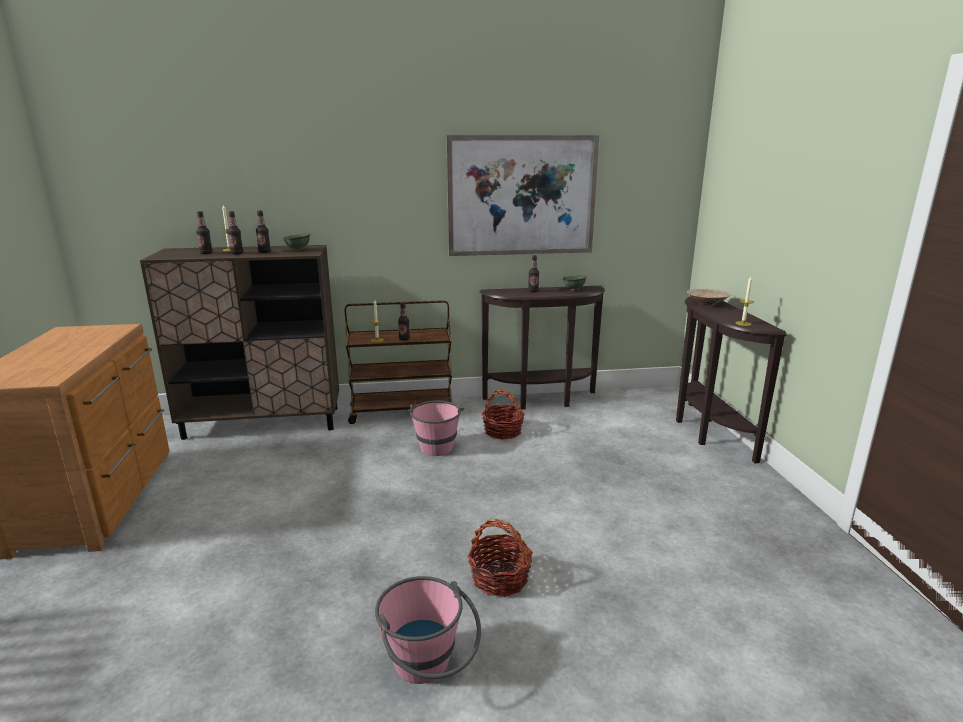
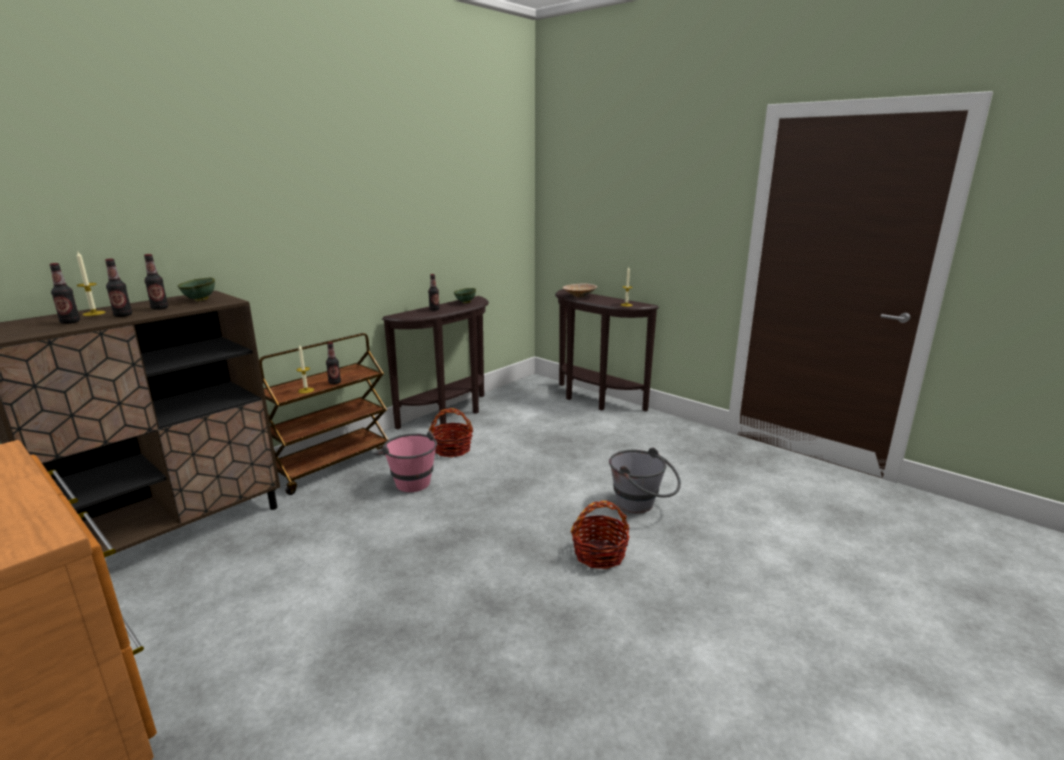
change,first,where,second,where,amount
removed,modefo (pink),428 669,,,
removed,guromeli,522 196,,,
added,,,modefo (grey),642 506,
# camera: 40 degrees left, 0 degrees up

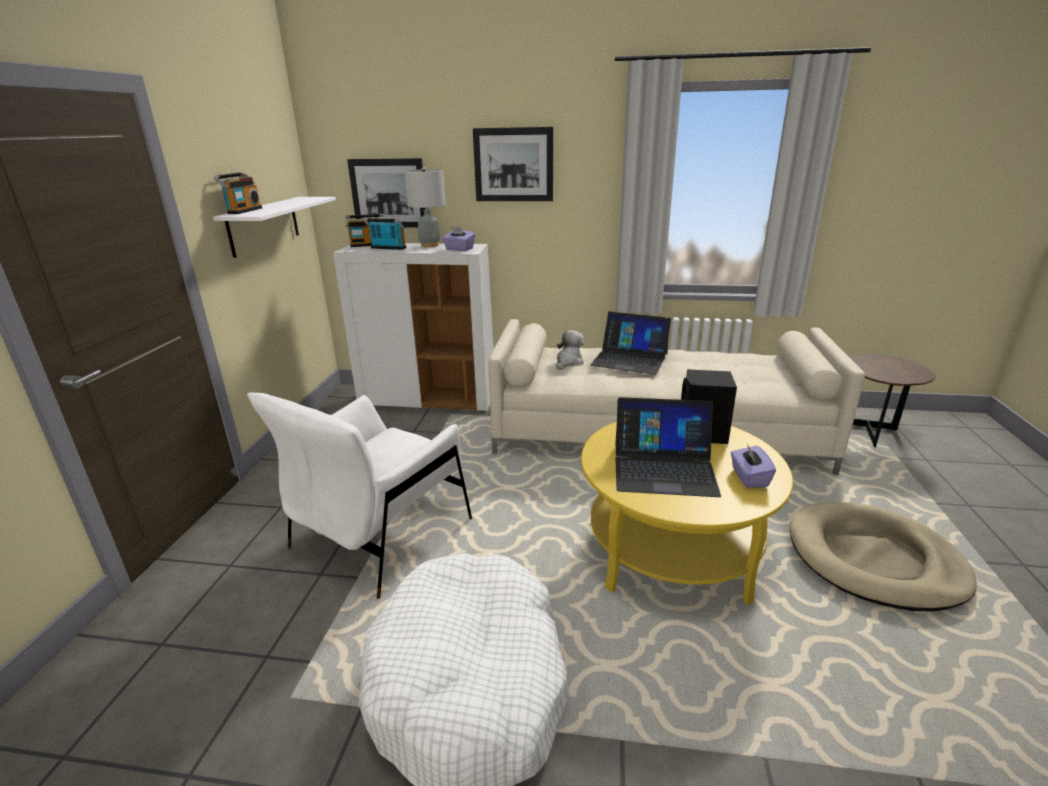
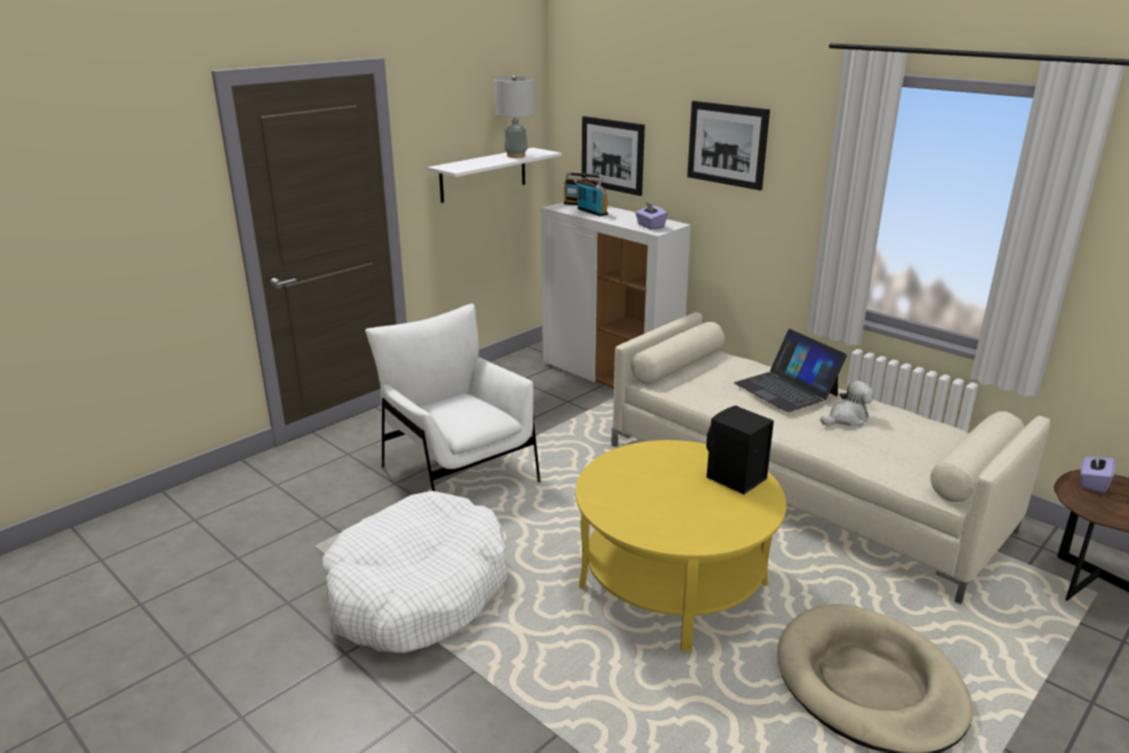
change,first,where,second,where,amount
removed,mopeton,243 211,,,
removed,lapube,663 468,,,
moved,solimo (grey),430 245,,516 156,
moved,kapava,568 362,,846 419,
moved,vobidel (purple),749 477,,1092 483,
turned,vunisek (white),381 534,,458 474,75 degrees clockwise
# camera: 35 degrees right, 0 degrees up

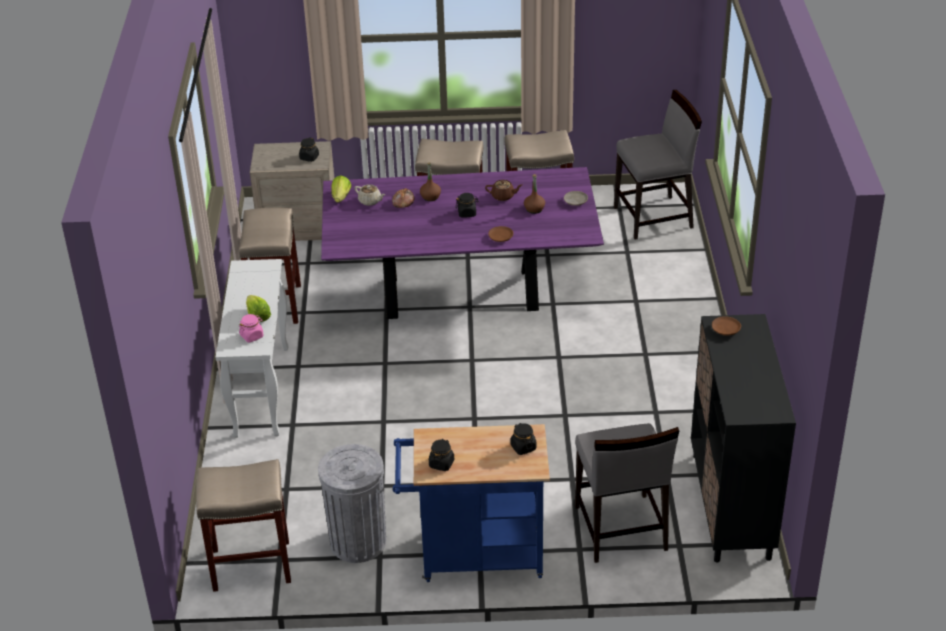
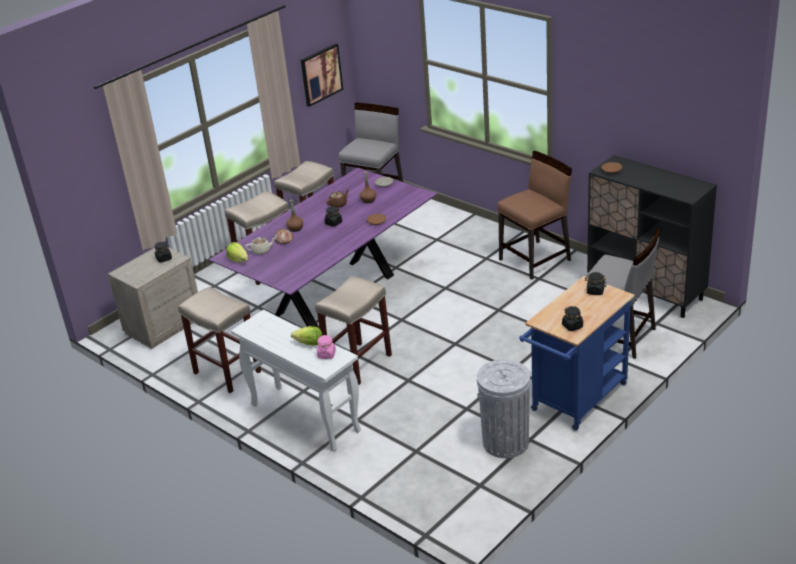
change,first,where,second,where,amount
added,,,guromeli,321 74,
added,,,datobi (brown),535 259,
moved,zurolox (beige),250 566,,358 364,
# camera: 45 degrees left, 5 degrees down

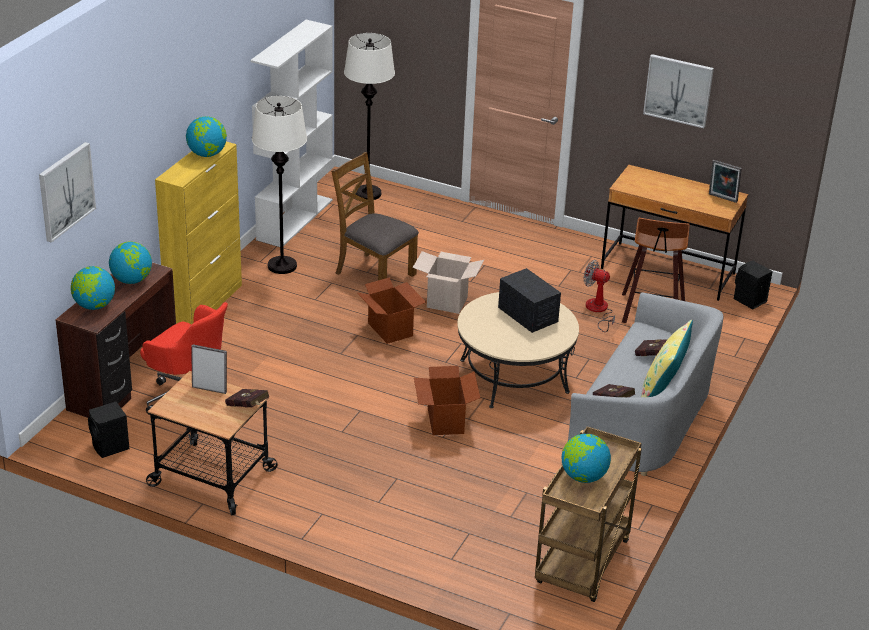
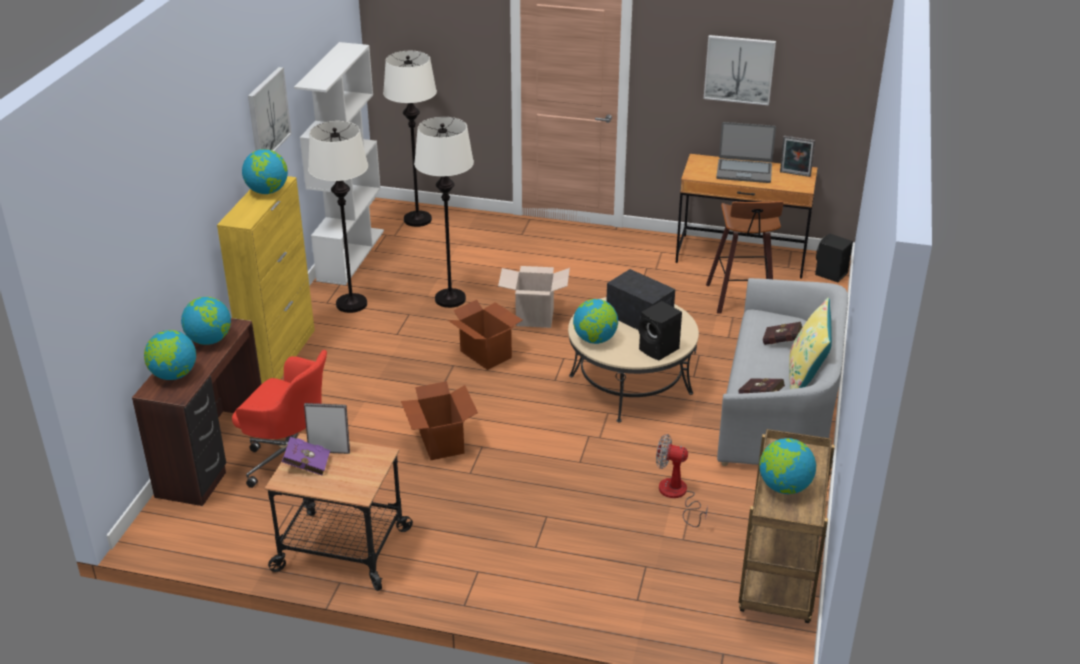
change,first,where,second,where,amount
removed,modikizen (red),248 407,,,
added,,,modikizen (purple),305 465,
added,,,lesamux,595 339,
added,,,lapube,744 171,
moved,guromeli,66 191,,268 115,
moved,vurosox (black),110 447,,659 350,
moved,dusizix,444 421,,440 443,
moved,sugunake,598 311,,677 495,
replaced,datobi (brown),374 273,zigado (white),450 299,
# camera: 10 degrees left, 0 degrees up

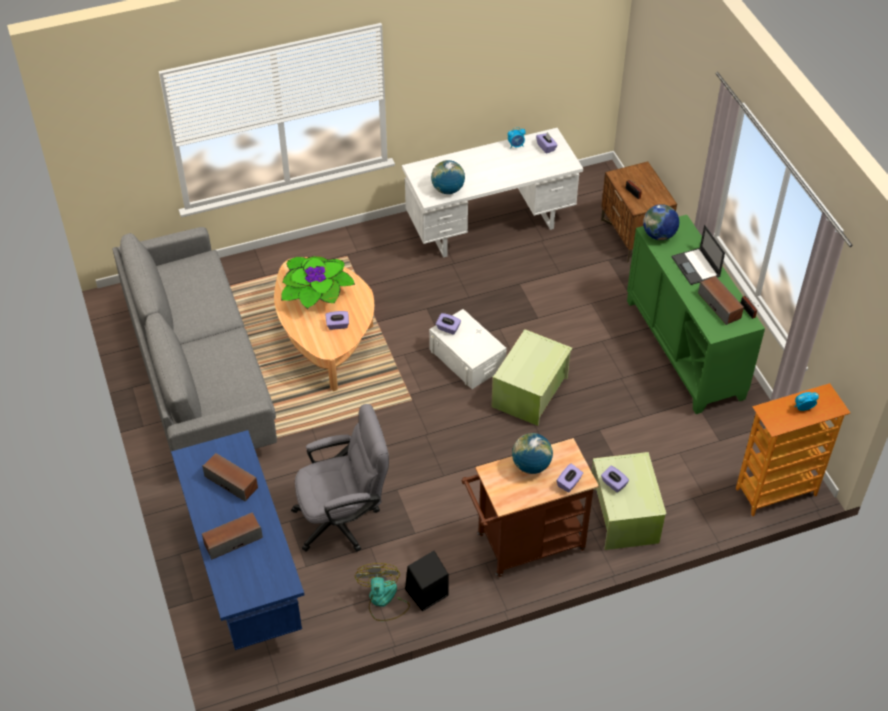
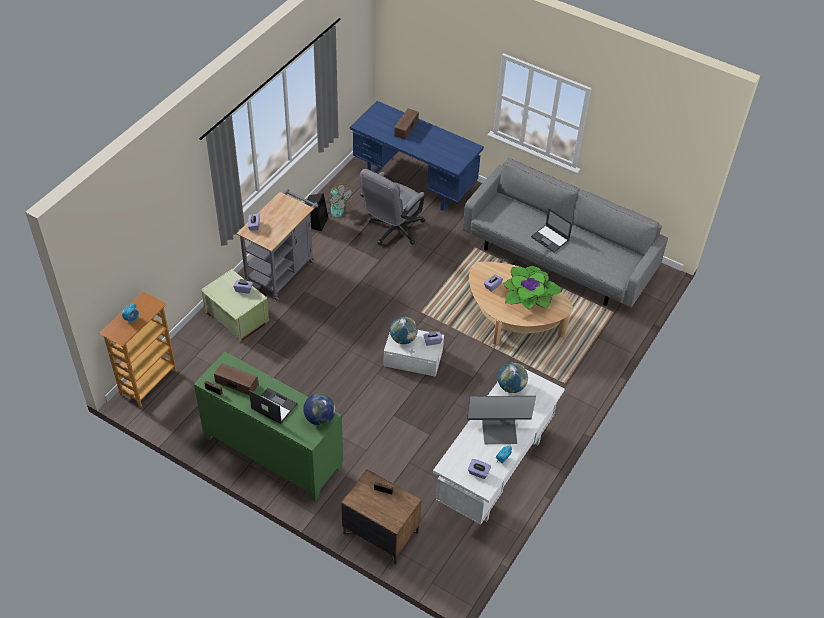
change,first,where,second,where,amount
removed,vurosox,231 482,,,
removed,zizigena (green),531 392,,,
added,,,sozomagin,499 430,
added,,,lapube,550 239,
moved,lesamux,531 465,,403 339,
recoloured,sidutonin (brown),524 545,sidutonin (grey),282 270,
# camera: 140 degrees right, 0 degrees up

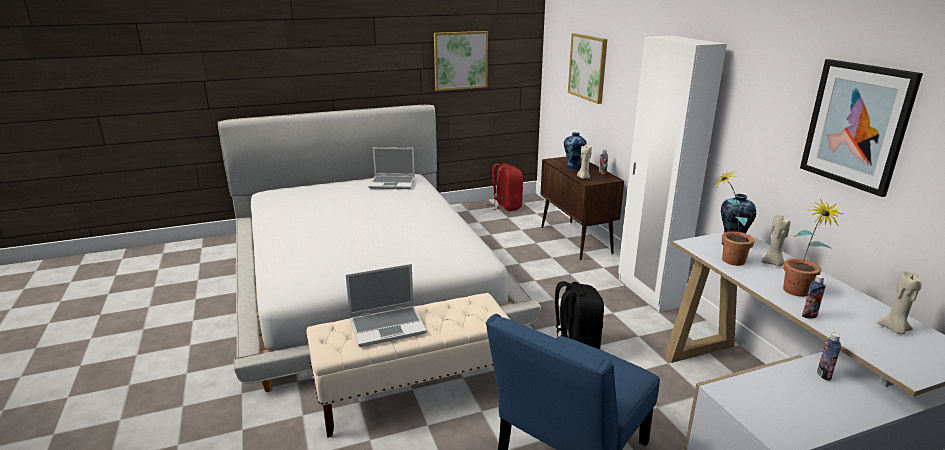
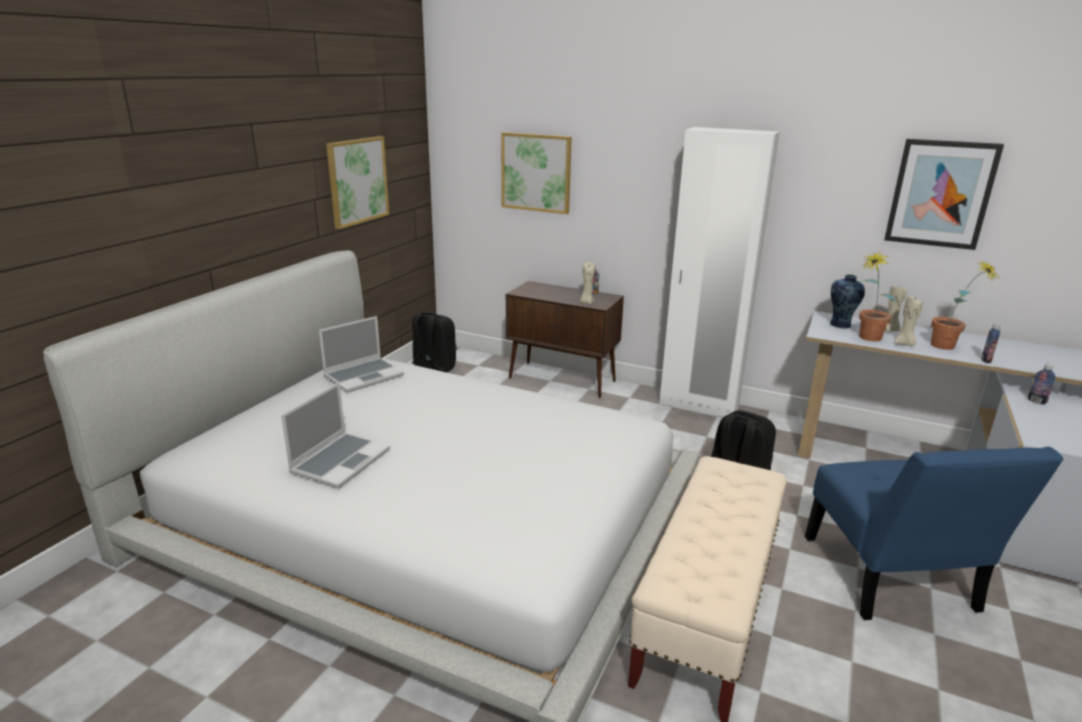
change,first,where,second,where,amount
removed,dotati,573 167,,,
moved,lapube,388 326,,340 460,
moved,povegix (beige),894 329,,904 344,
recoloured,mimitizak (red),506 206,mimitizak (black),433 368,
# camera: 45 degrees left, 0 degrees up

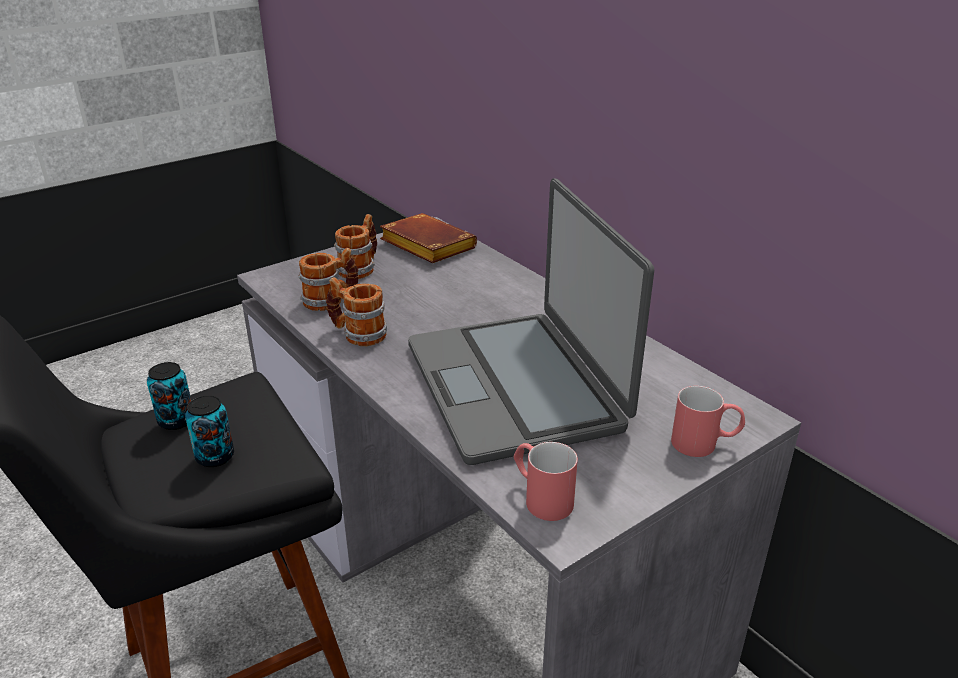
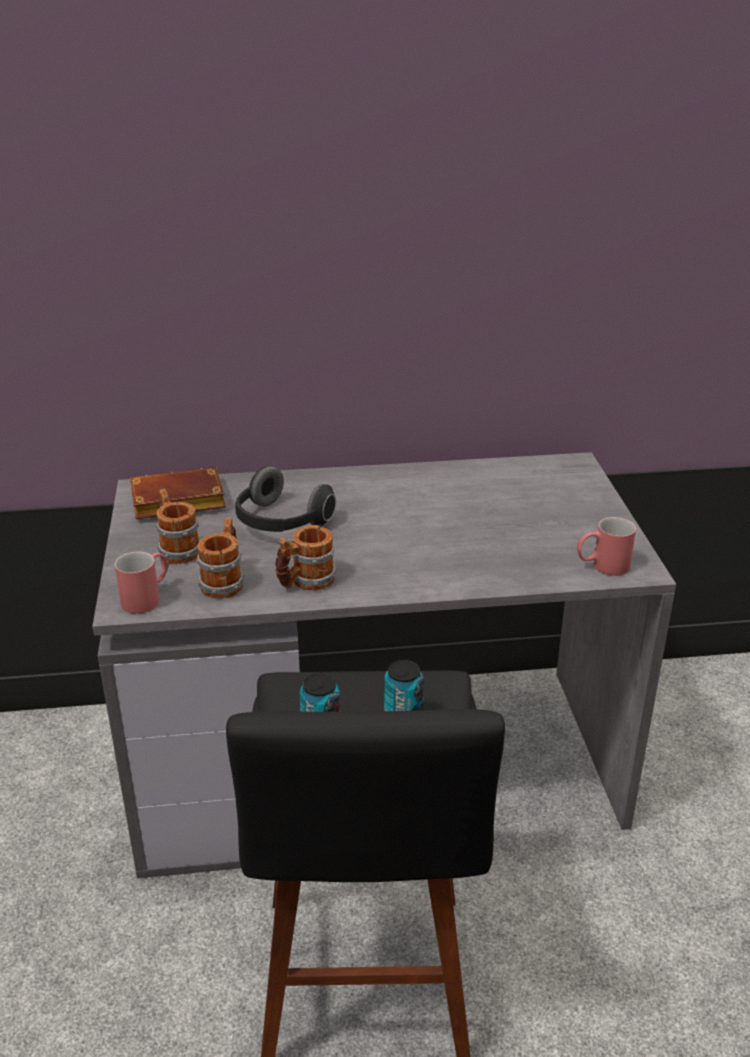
change,first,where,second,where,amount
removed,lapube,516 385,,,
added,,,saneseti,280 523,
moved,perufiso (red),705 444,,147 597,
# camera: 60 degrees left, 0 degrees up

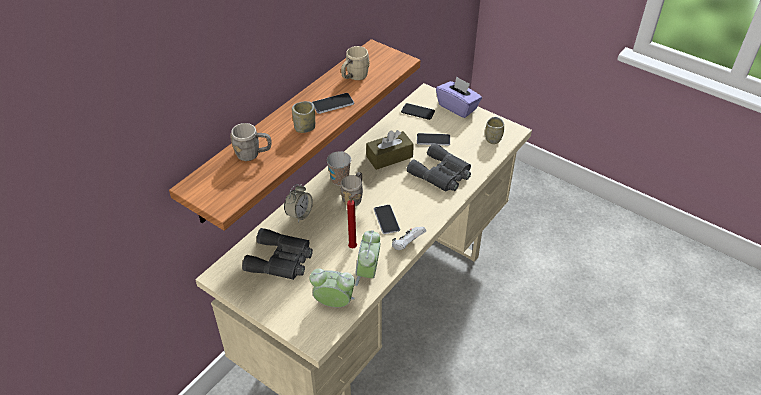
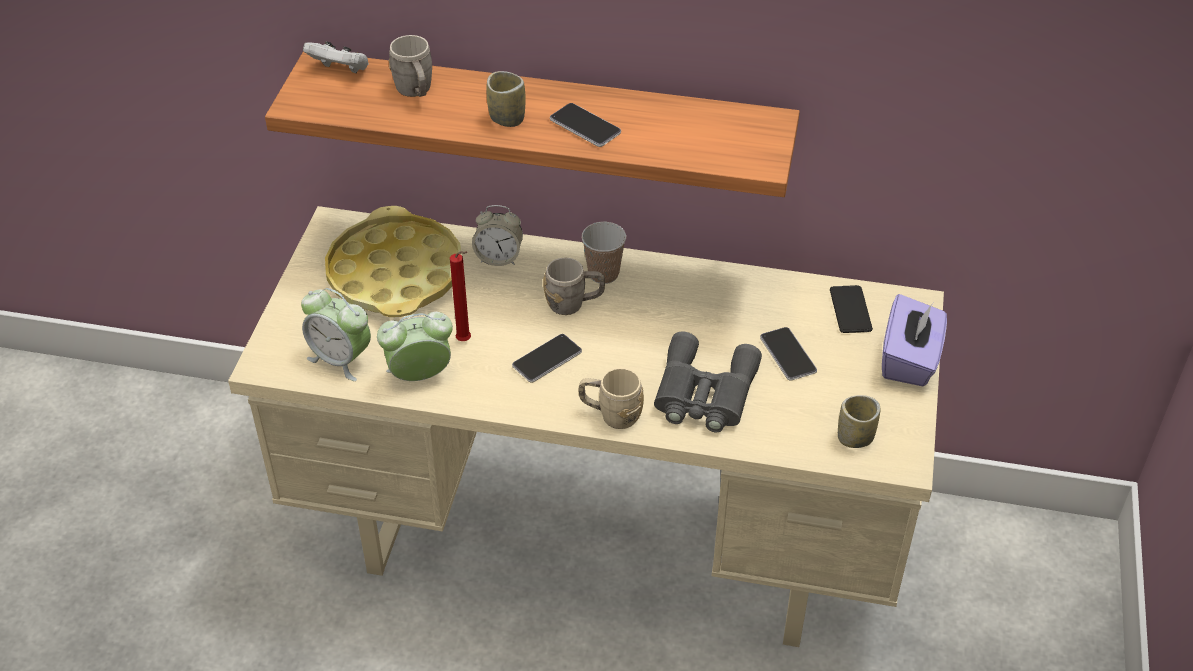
change,first,where,second,where,amount
removed,vobidel (brown),389 157,,,
moved,perufiso (beige),354 77,,611 414,
moved,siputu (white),407 245,,340 71,
replaced,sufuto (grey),281 260,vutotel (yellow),395 274,
turned,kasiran,334 303,,341 359,135 degrees clockwise
# camera: 65 degrees right, 0 degrees up

